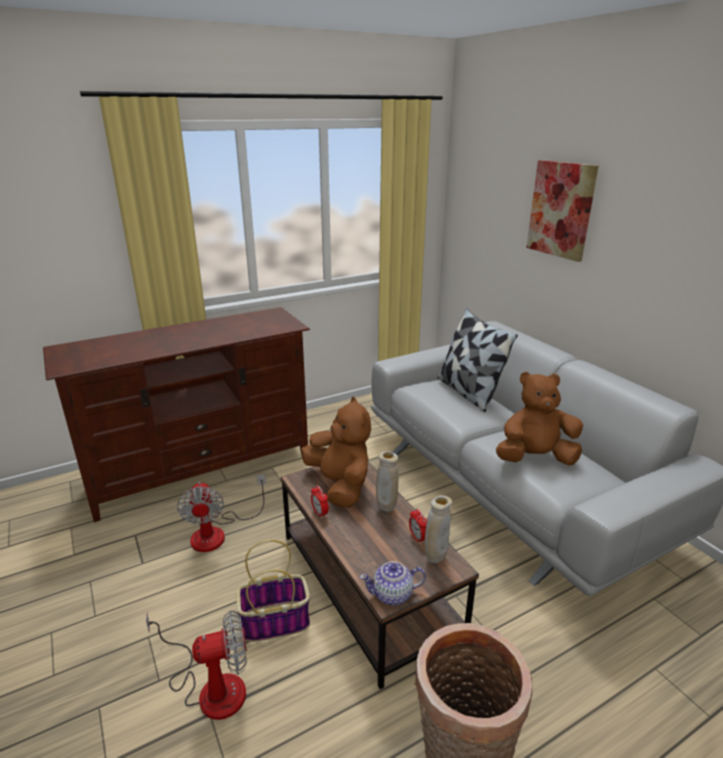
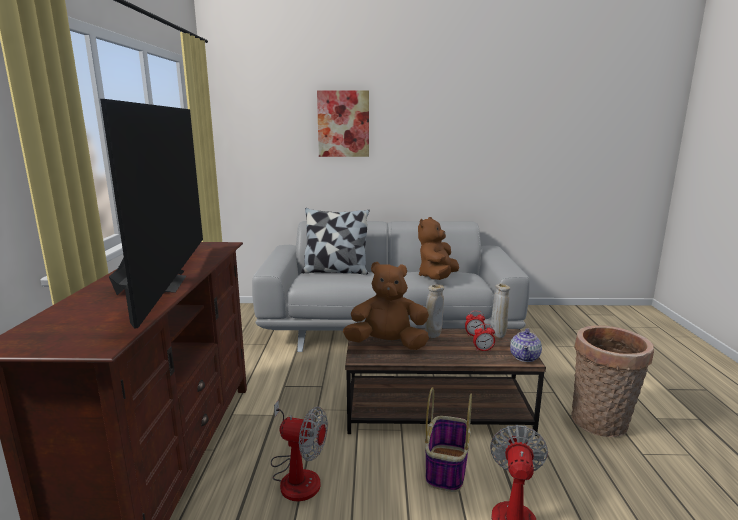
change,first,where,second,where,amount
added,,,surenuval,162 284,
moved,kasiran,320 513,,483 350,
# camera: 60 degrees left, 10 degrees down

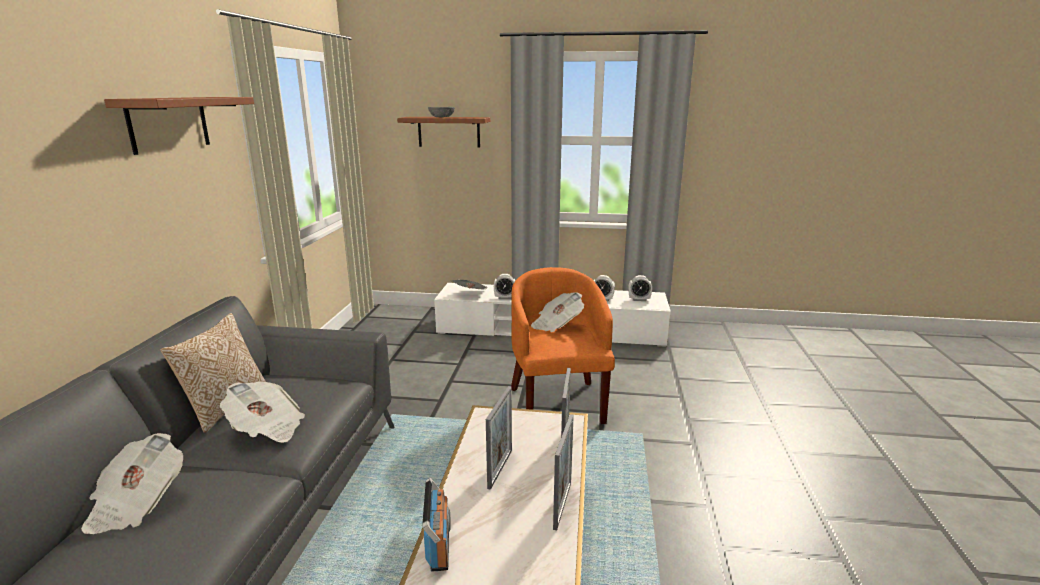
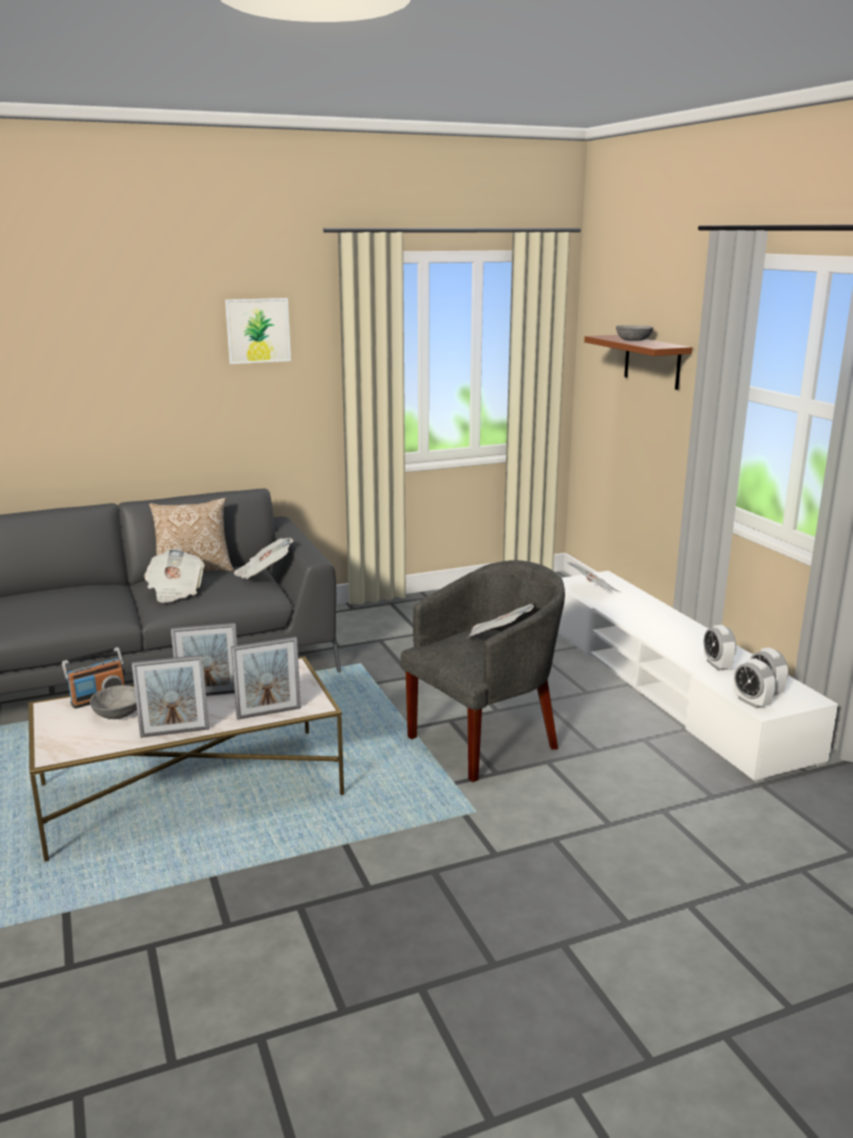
change,first,where,second,where,amount
added,,,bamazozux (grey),117 713,
moved,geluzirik,137 503,,263 573,
moved,kasiran,505 298,,751 702,
replaced,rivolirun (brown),169 123,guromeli,258 330,
recoloured,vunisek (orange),557 402,vunisek (grey),485 739,
# camera: 60 degrees right, 0 degrees up

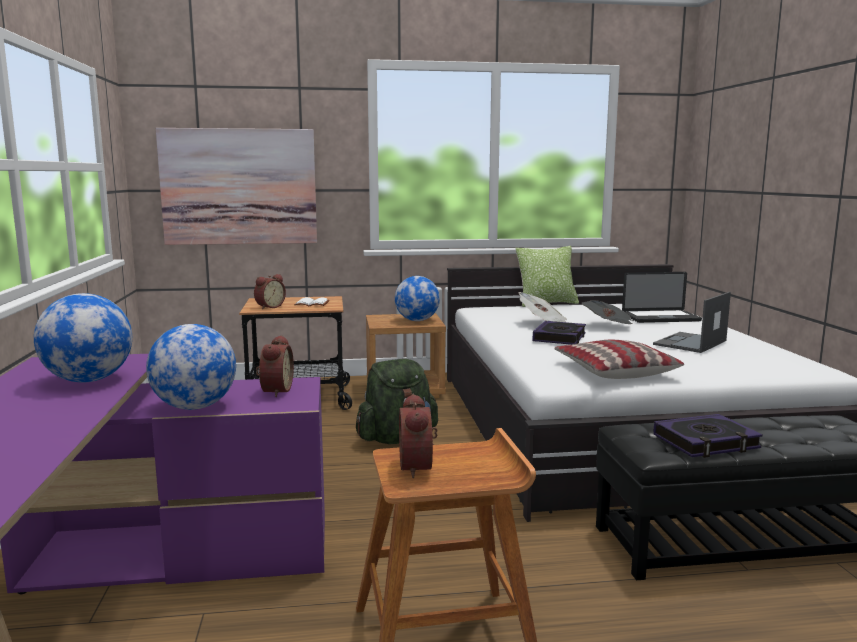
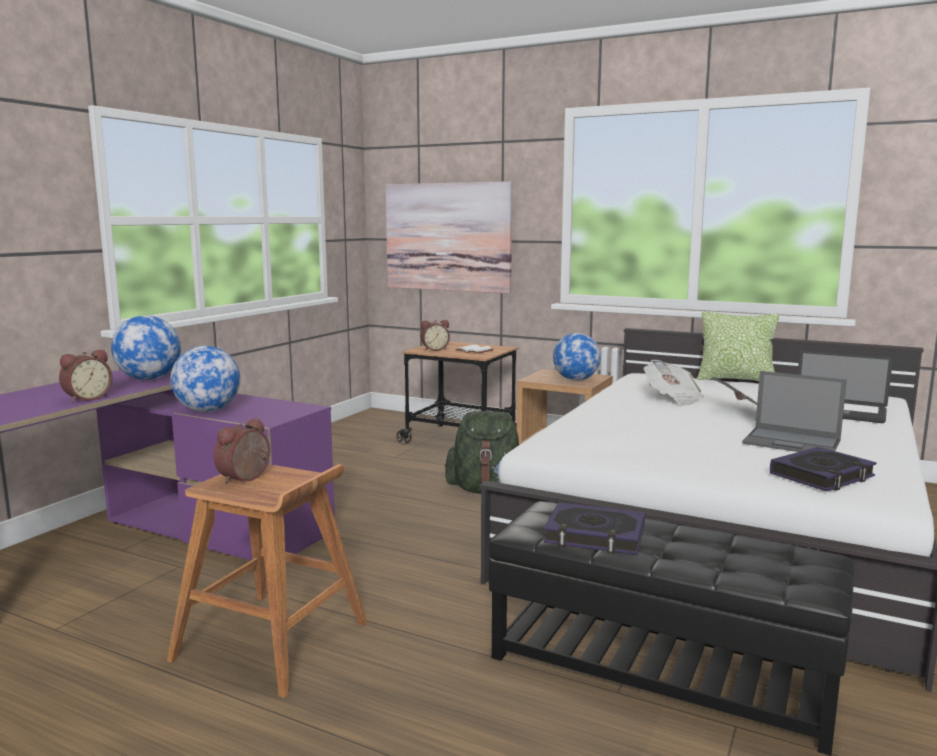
change,first,where,second,where,amount
removed,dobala,614 371,,,
moved,kasiran,274 391,,87 398,
moved,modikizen,560 337,,822 476,
turned,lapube,690 343,,792 442,135 degrees counterclockwise
# camera: 35 degrees right, 0 degrees up

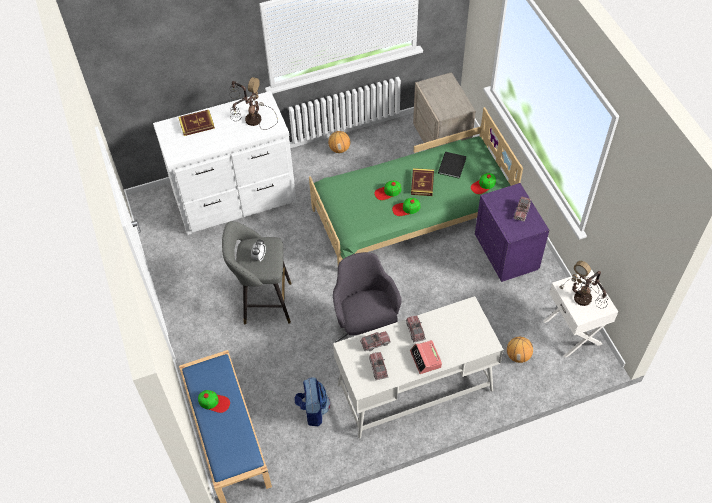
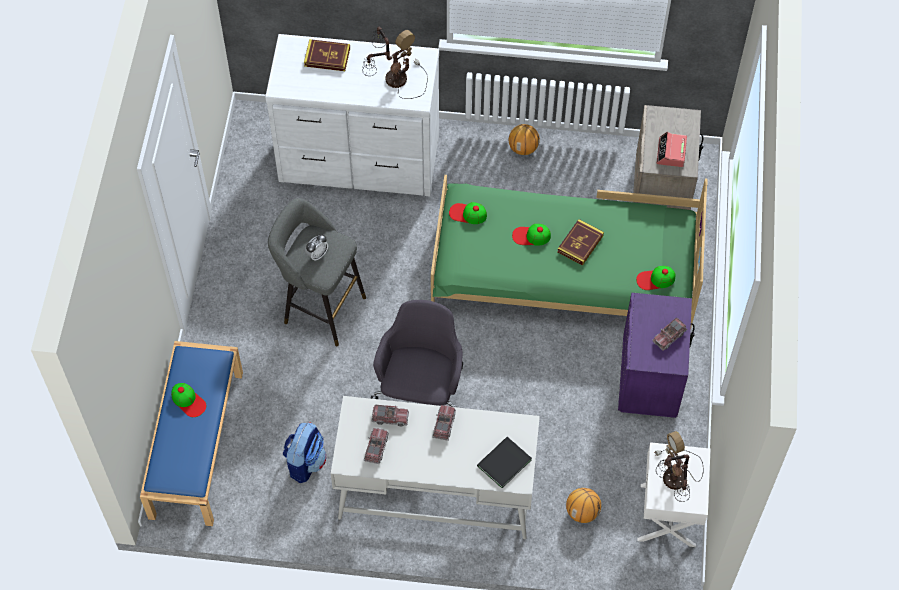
change,first,where,second,where,amount
moved,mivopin,406 208,,467 214,
moved,kasiran,425 359,,671 153,
moved,modikizen (black),451 166,,502 463,
# camera: 25 degrees right, 5 degrees up

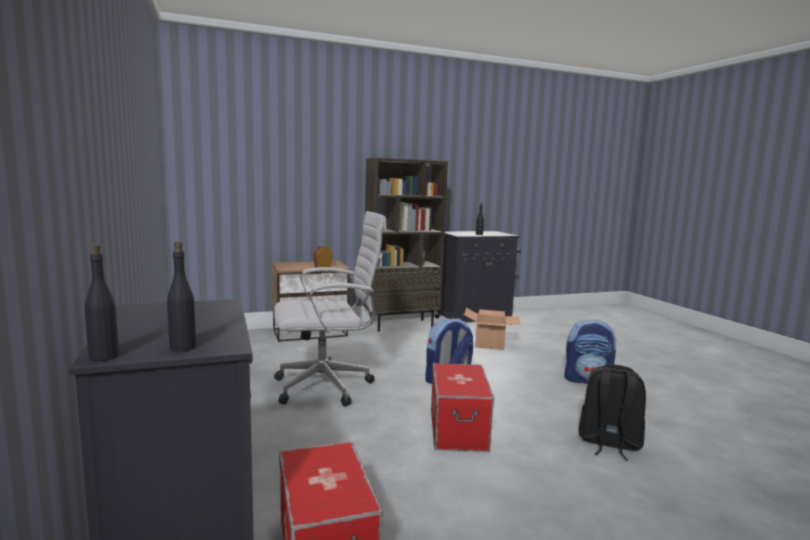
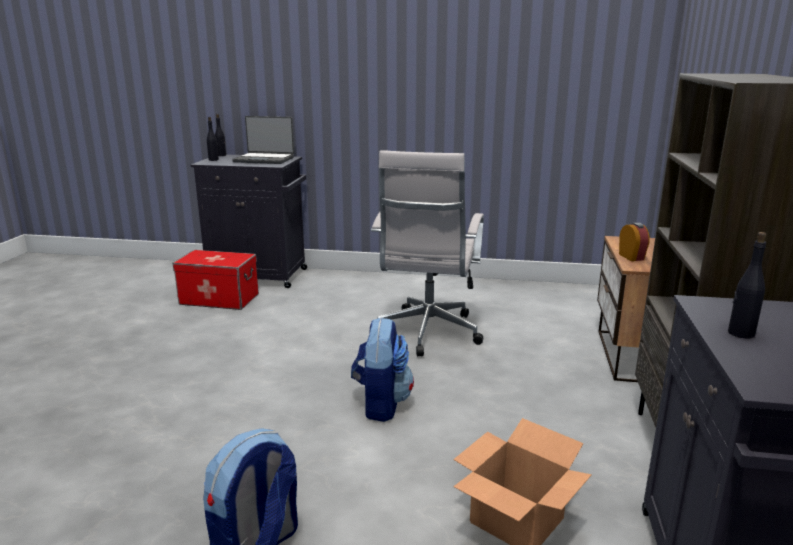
change,first,where,second,where,amount
removed,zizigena,458 429,,,
removed,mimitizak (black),608 443,,,
added,,,lapube,264 159,
# camera: 120 degrees right, 10 degrees up

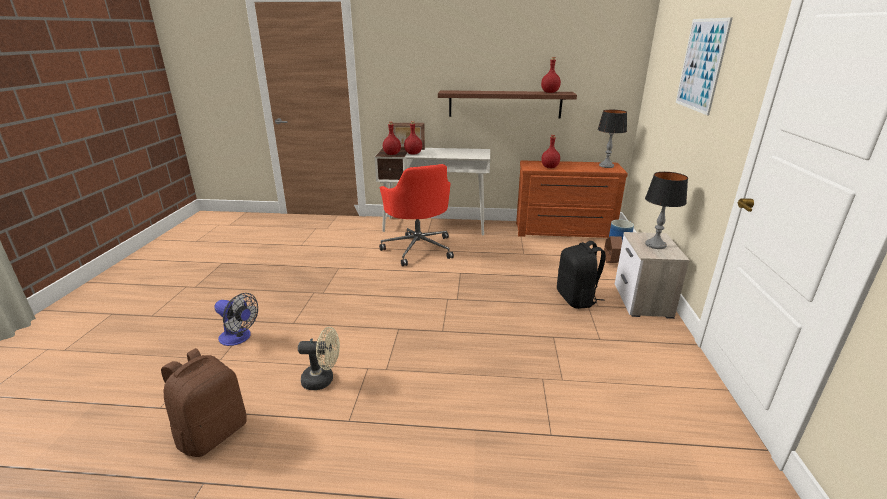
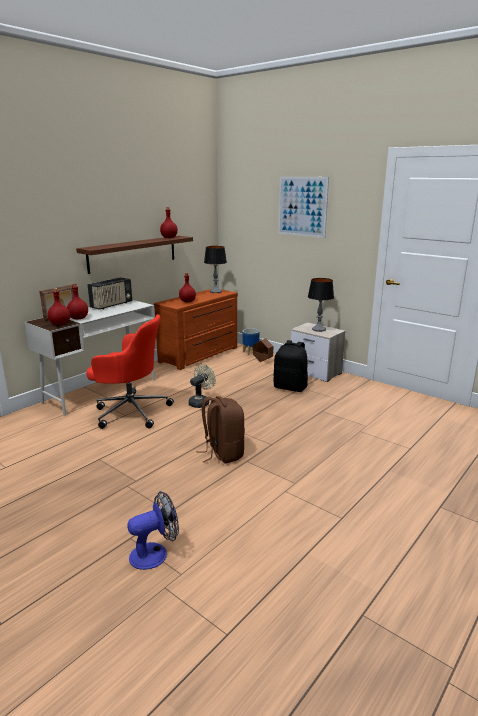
change,first,where,second,where,amount
added,,,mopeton,111 305,
moved,mimitizak (brown),213 433,,222 453,
moved,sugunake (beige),323 380,,201 402,
# camera: 55 degrees left, 5 degrees down

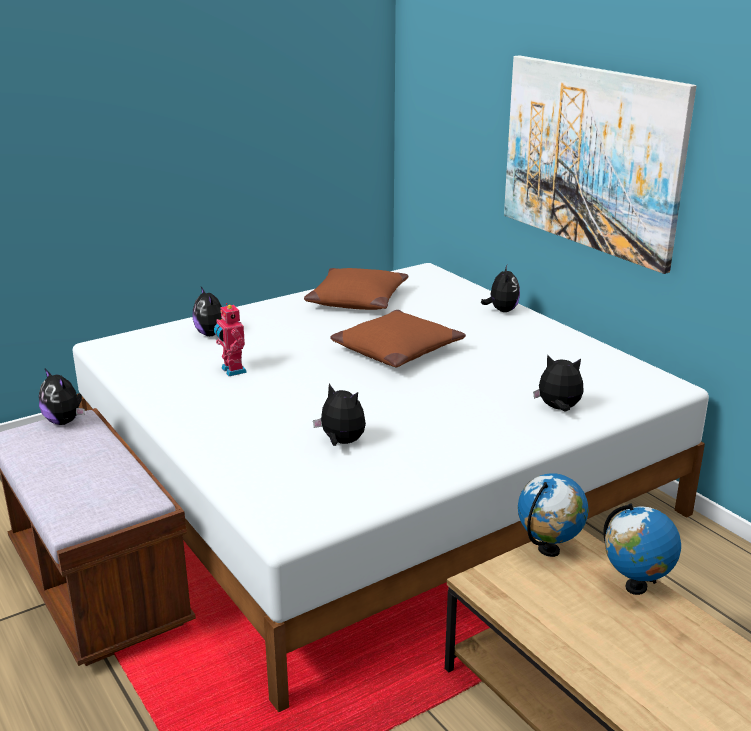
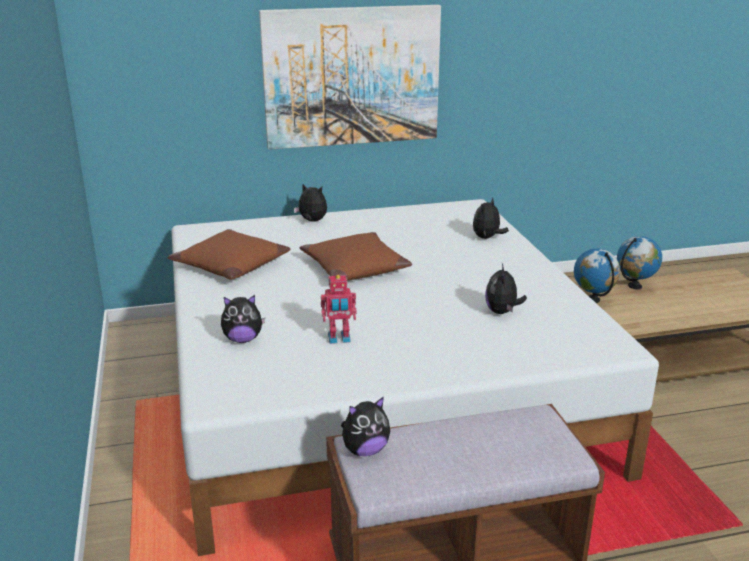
change,first,where,second,where,amount
turned,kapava,341 442,,502 312,45 degrees counterclockwise
# camera: 70 degrees left, 0 degrees up

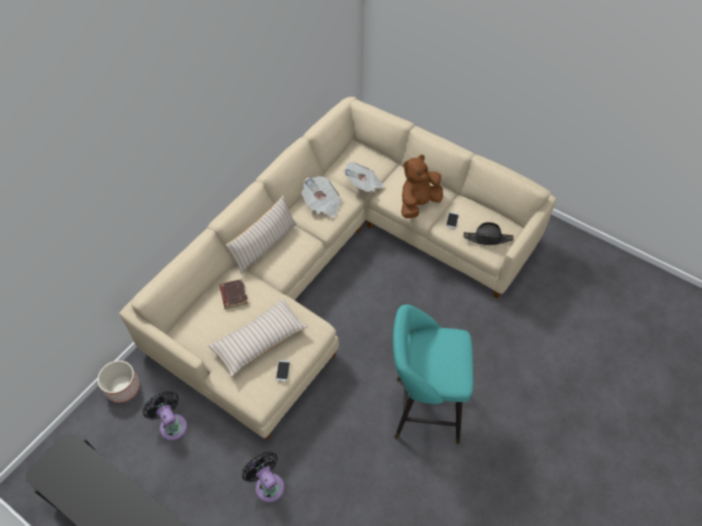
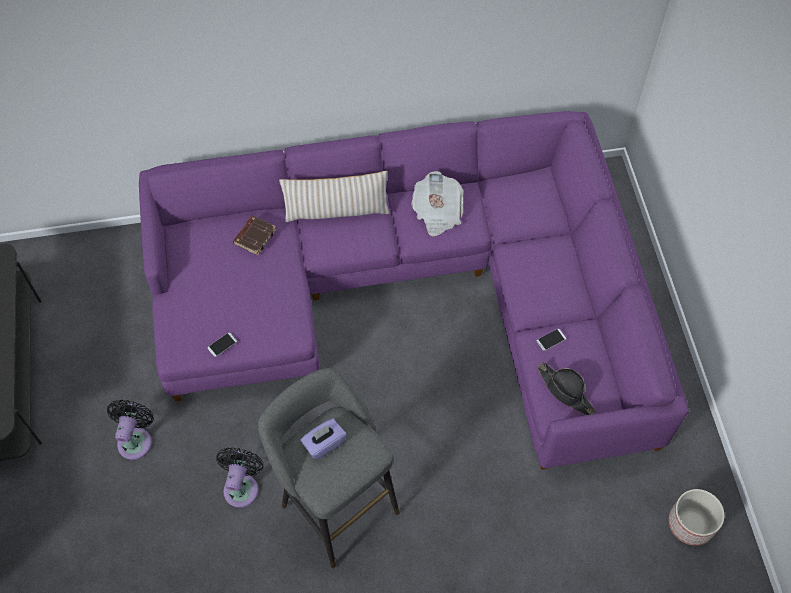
change,first,where,second,where,amount
removed,dobala (beige),259 341,,,
removed,geluzirik,364 185,,,
removed,kapava (brown),418 204,,,
added,,,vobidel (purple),324 444,
moved,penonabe,123 387,,691 523,
moved,sugunake (black),172 424,,242 486,
recoloured,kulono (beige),334 265,kulono (purple),413 291,
recoloured,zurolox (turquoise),422 409,zurolox (grey),335 504,
# camera: 45 degrees right, 5 degrees up

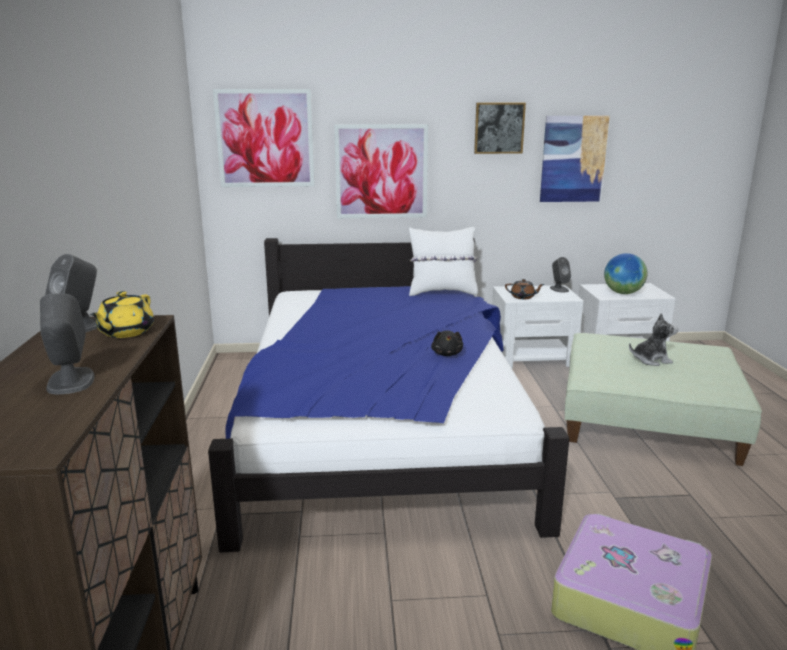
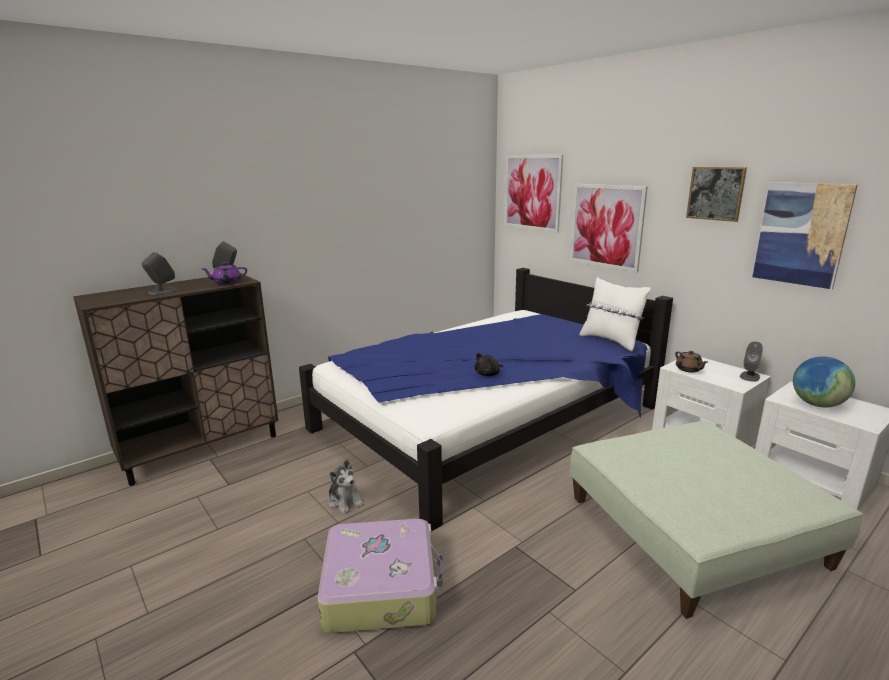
change,first,where,second,where,amount
moved,kapava,651 360,,345 501,
recoloured,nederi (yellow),125 332,nederi (purple),227 283,
# camera: 55 degrees right, 0 degrees up

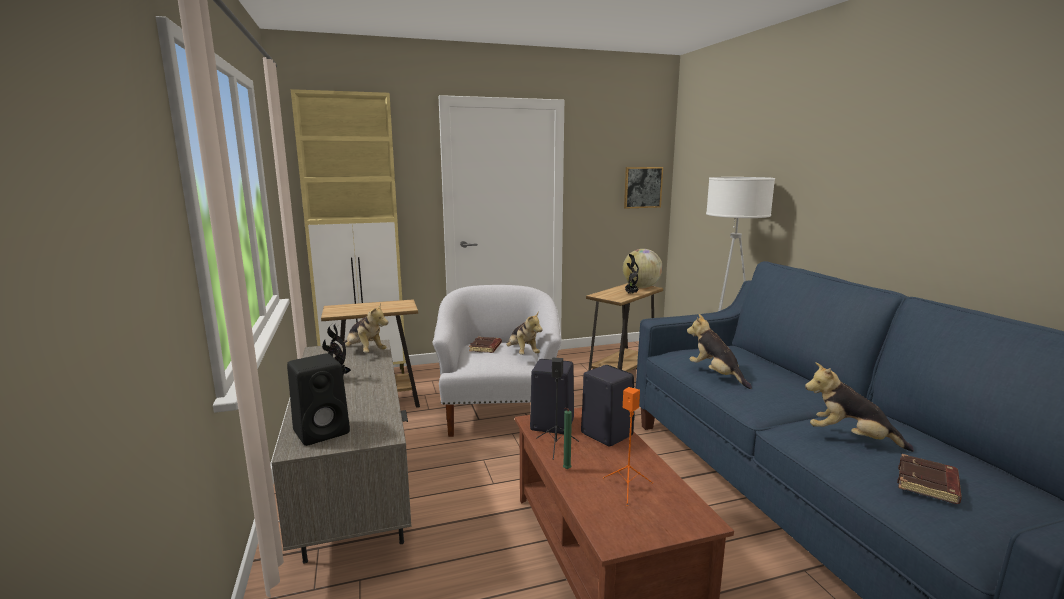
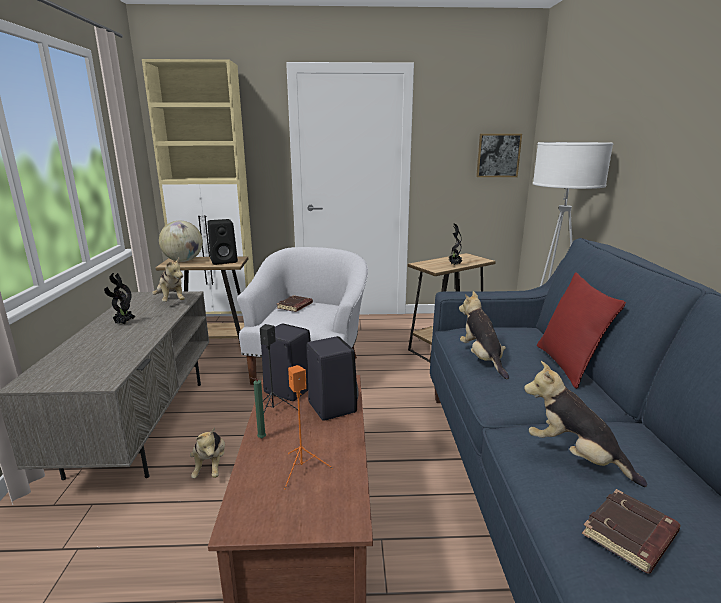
change,first,where,second,where,amount
added,,,dobala (red),567 365,
moved,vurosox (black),323 431,,225 261,
moved,kapava,522 353,,210 466,
moved,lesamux,641 287,,183 261,
# camera: 15 degrees right, 5 degrees up

